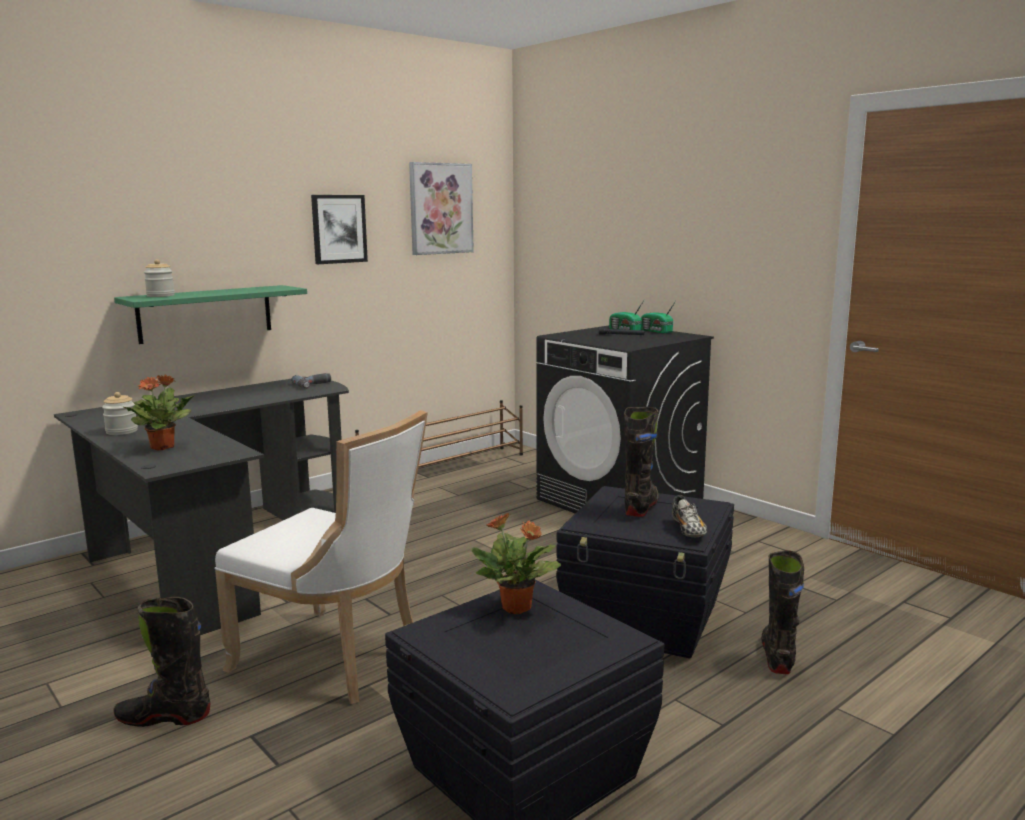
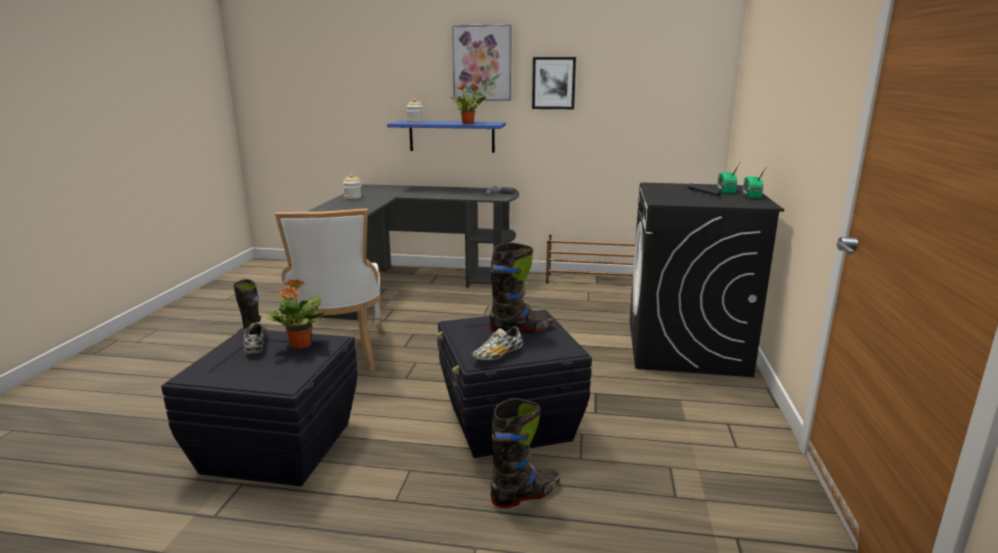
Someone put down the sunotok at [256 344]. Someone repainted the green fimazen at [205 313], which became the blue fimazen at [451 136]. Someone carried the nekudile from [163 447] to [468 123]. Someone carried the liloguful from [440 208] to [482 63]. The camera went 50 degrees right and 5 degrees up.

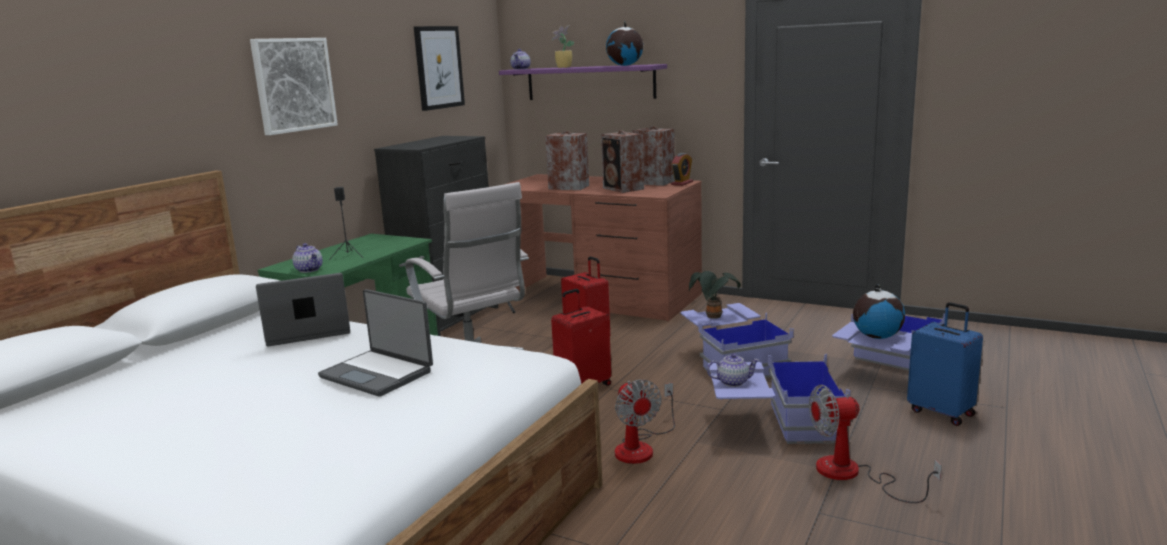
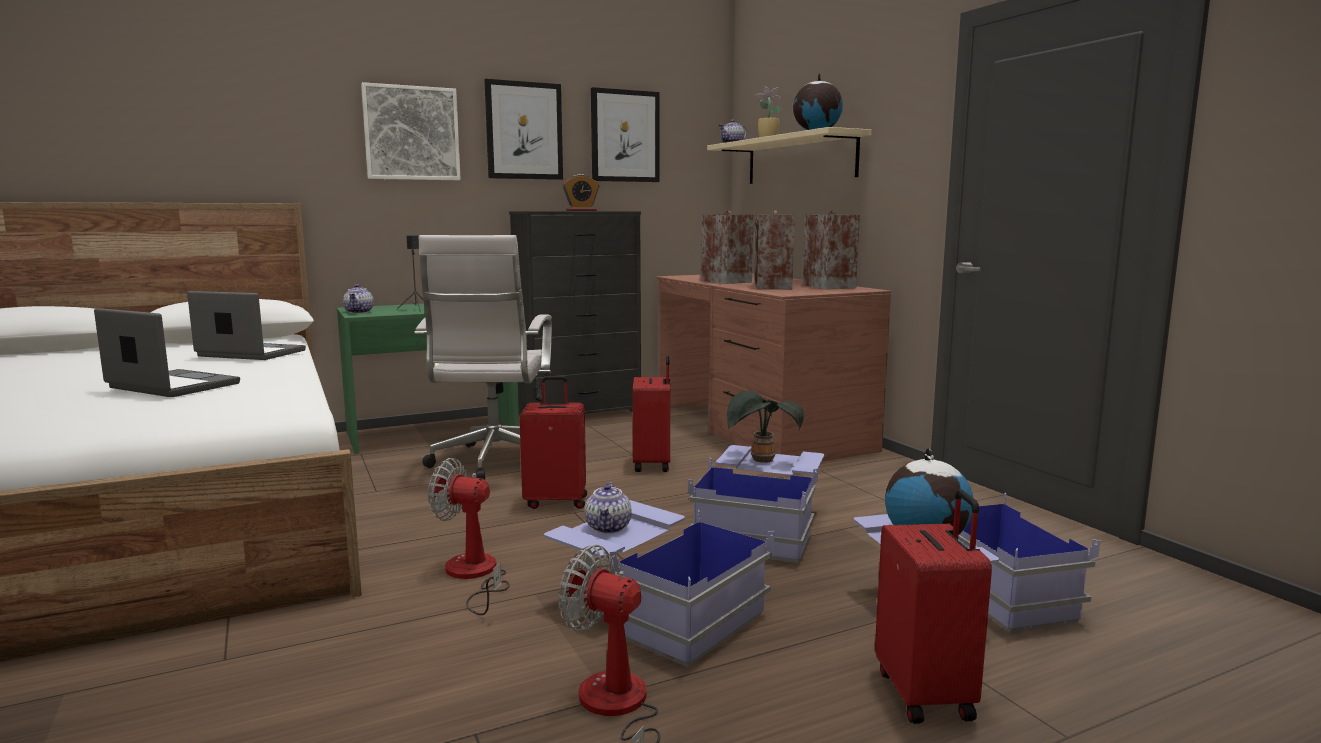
Someone rotated the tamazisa at [378 374] by 135 degrees clockwise. Someone rotated the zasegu at [640 447] by 90 degrees clockwise. Someone put up the liloguful at [524 131]. Someone carried the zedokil from [682 183] to [581 211]. Someone rotated the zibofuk at [733 382] by 60 degrees clockwise. Someone repainted the purple fimazen at [590 83], which became the beige fimazen at [799 160]. Someone repainted the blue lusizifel at [941 412], which became the red lusizifel at [927 694]. The camera went 35 degrees right and 5 degrees down.

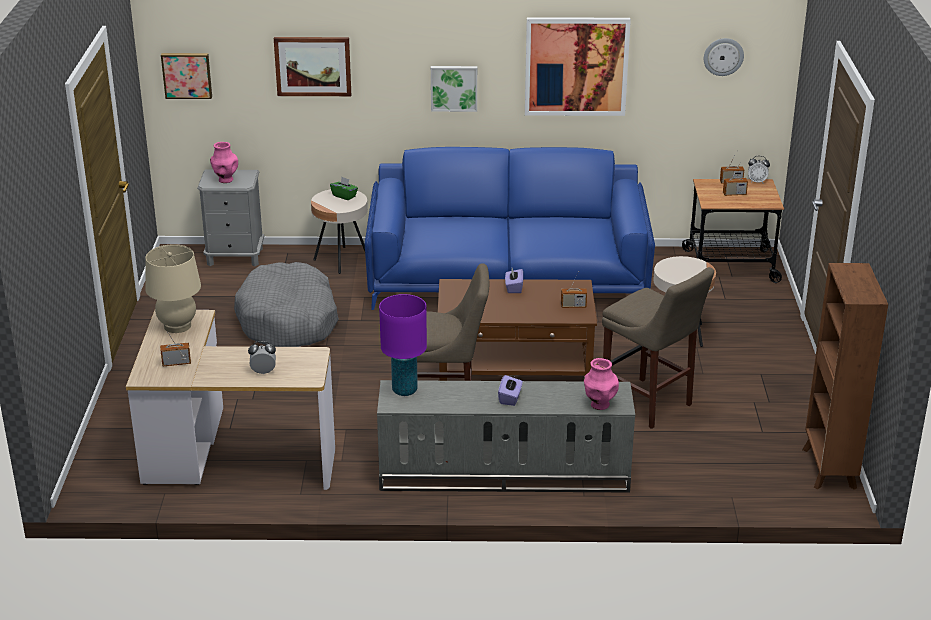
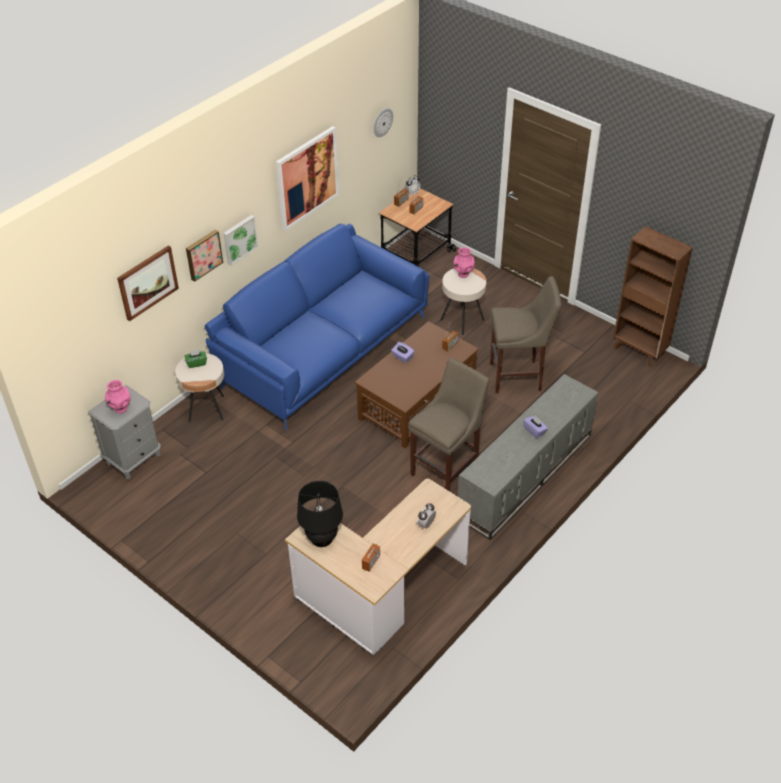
Someone carried the liloguful from [187 75] to [203 254]. Someone repainted the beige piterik at [177 326], which became the black piterik at [322 538]. Someone carried the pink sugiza from [599 405] to [463 274]. Someone took away the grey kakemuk at [288 321]. Someone took away the purple piterik at [404 390]. The camera went 50 degrees left and 15 degrees up.

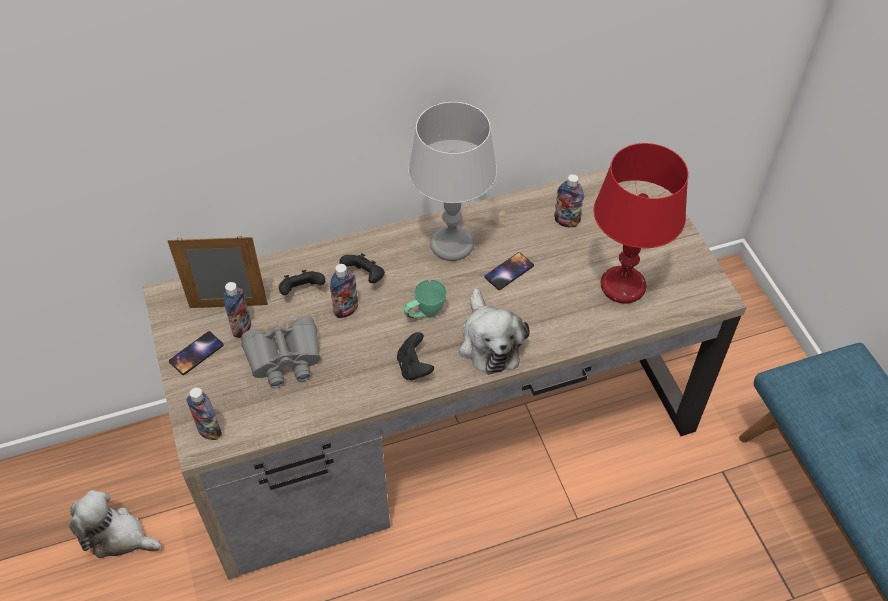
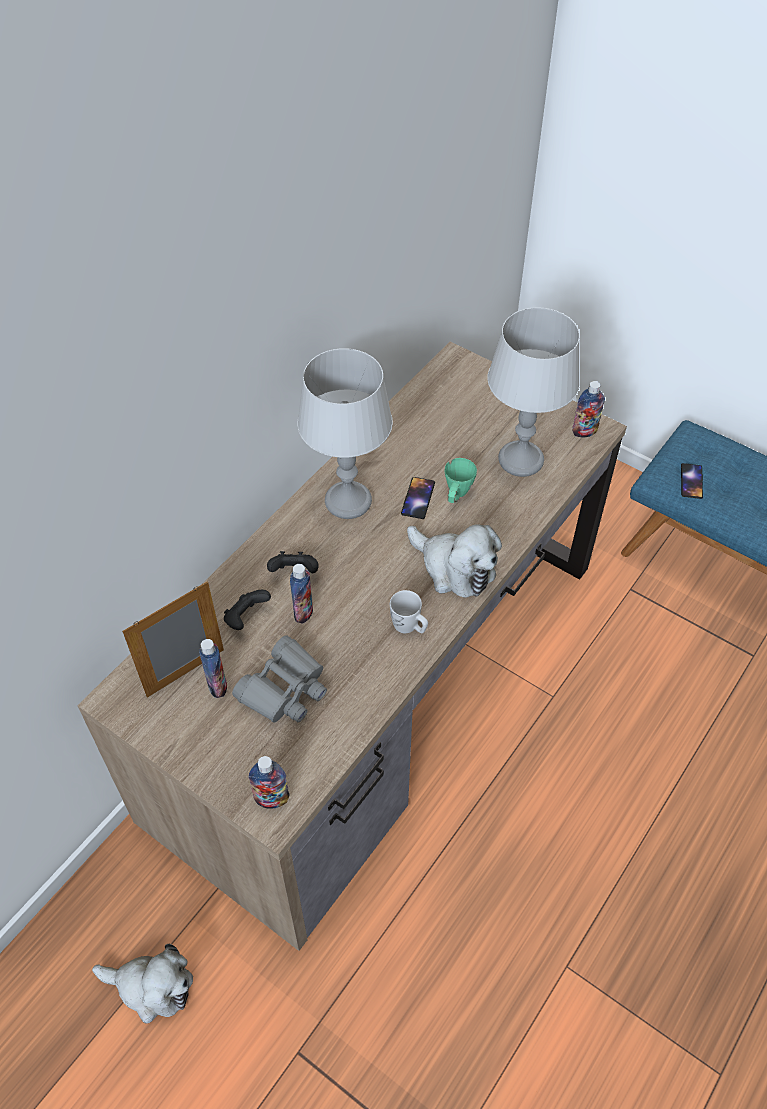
Someone rotated the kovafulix at [117 535] by 150 degrees counterclockwise. Someone swapped the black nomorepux at [414 367] for the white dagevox at [409 627]. Someone carried the green dagevox from [424 315] to [456 496]. Someone repainted the red piterik at [622 286], which became the grey piterik at [520 460]. Someone carried the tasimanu from [566 221] to [584 432]. Someone carried the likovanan from [196 353] to [691 481]. The camera went 35 degrees left and 0 degrees up.

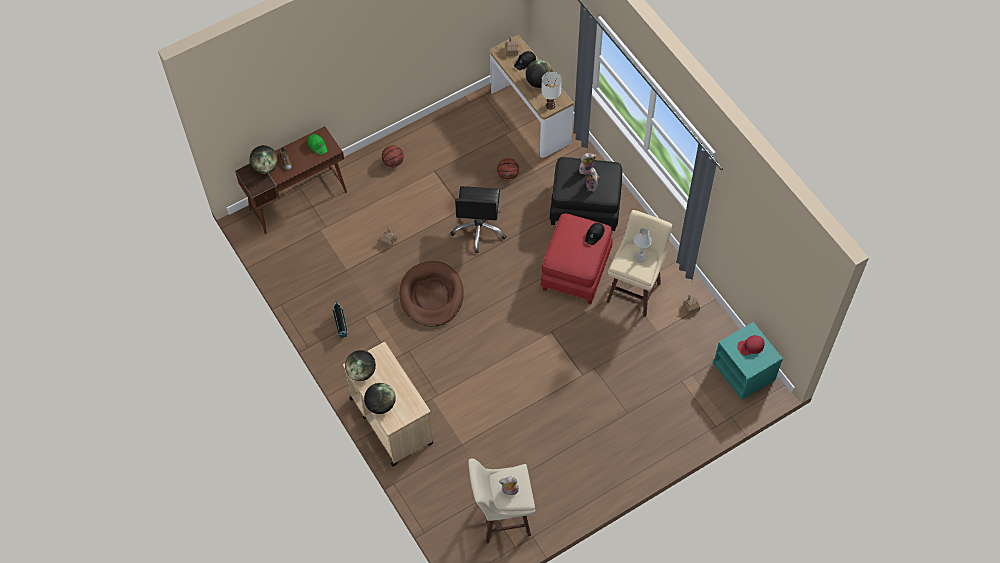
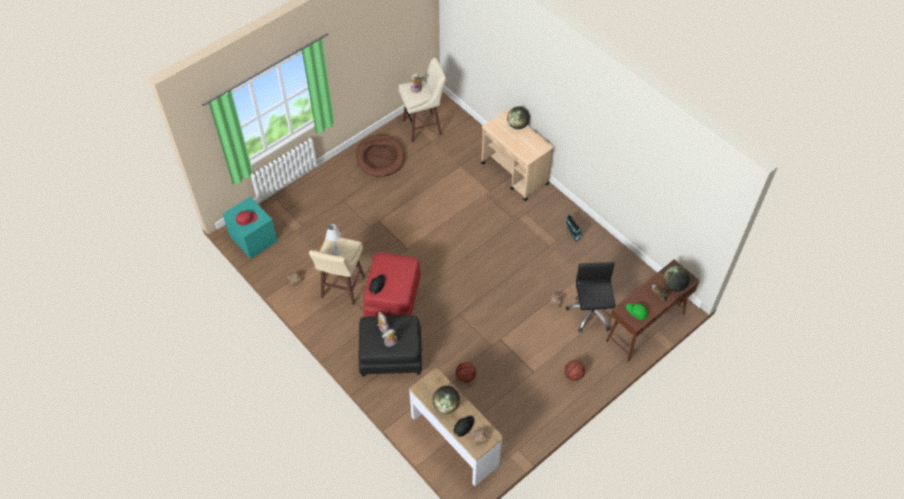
Someone carried the brown kakemuk from [431 296] to [380 157]. Someone carried the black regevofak from [479 229] to [590 313]. Someone took away the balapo at [361 372]. Someone took away the white piterik at [550 105]. The camera went 170 degrees right and 5 degrees down.

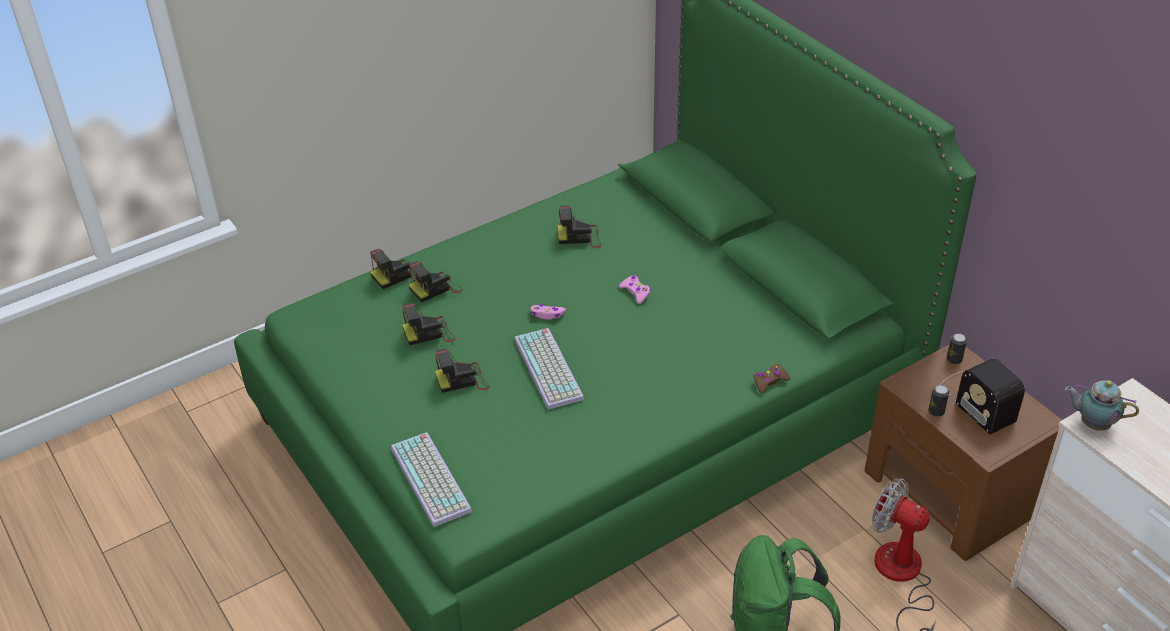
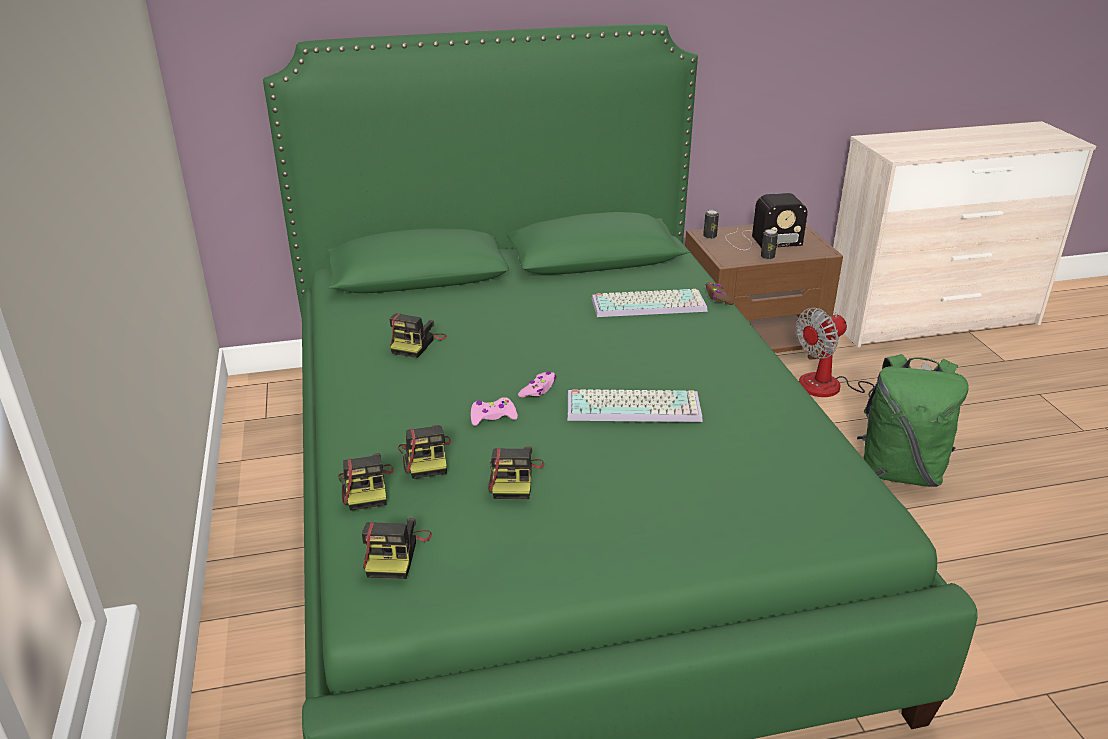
Someone carried the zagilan from [462 380] to [395 553]. Someone carried the pink nomorepux from [635 292] to [492 416]. Someone carried the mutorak from [433 479] to [649 304]. Someone took away the zibofuk at [1092 423]. The camera went 70 degrees left and 10 degrees down.

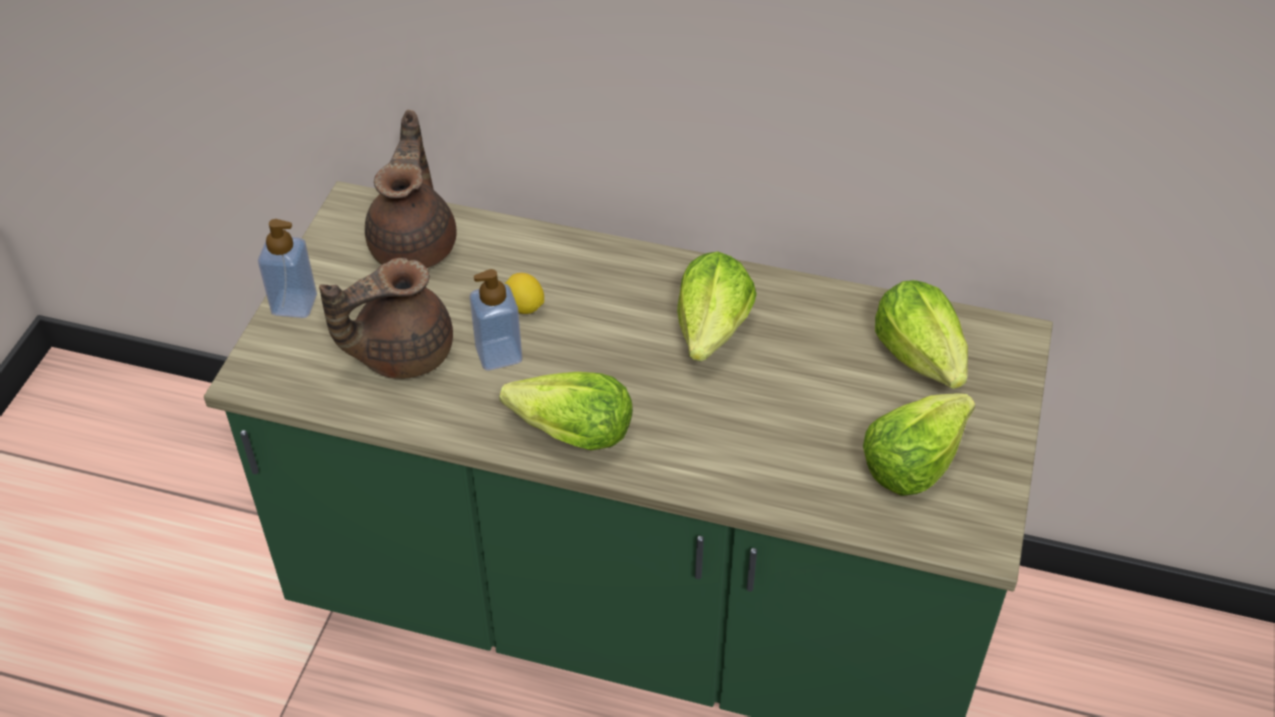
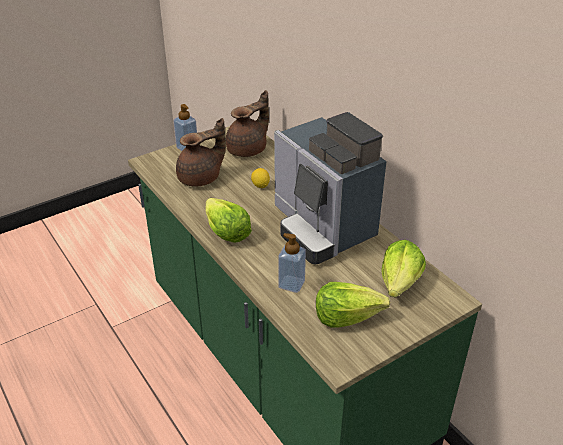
Someone rotated the brown zibofuk at [400 352] by 135 degrees clockwise. Someone swapped the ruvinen at [712 329] for the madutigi at [322 227]. Someone carried the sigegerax from [499 354] to [291 284]. The camera went 40 degrees right and 10 degrees down.

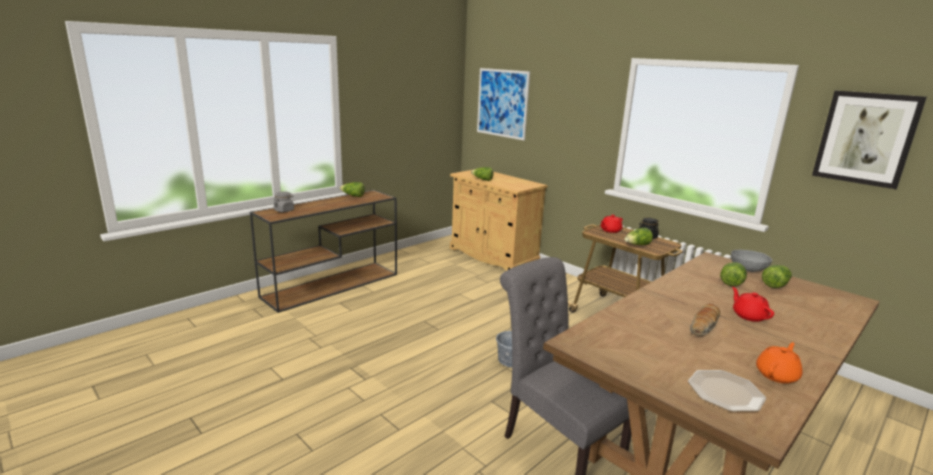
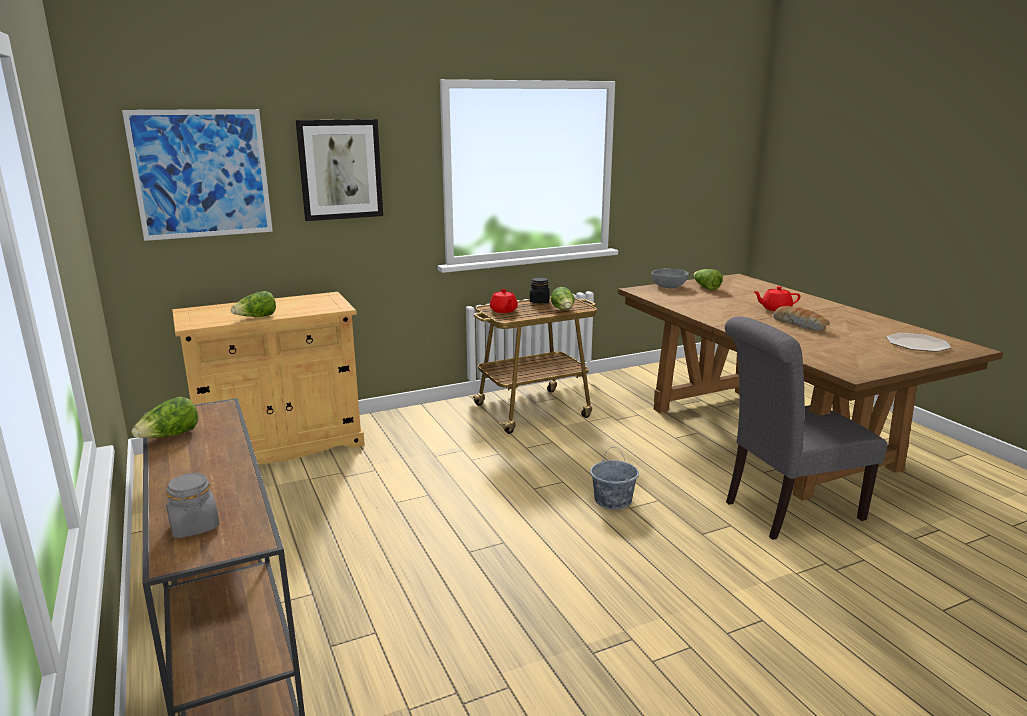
Someone carried the liloguful from [865 138] to [340 169]. Someone took away the ruvinen at [731 282]. Someone took away the orange zibofuk at [777 375]. The camera went 70 degrees left and 0 degrees up.

